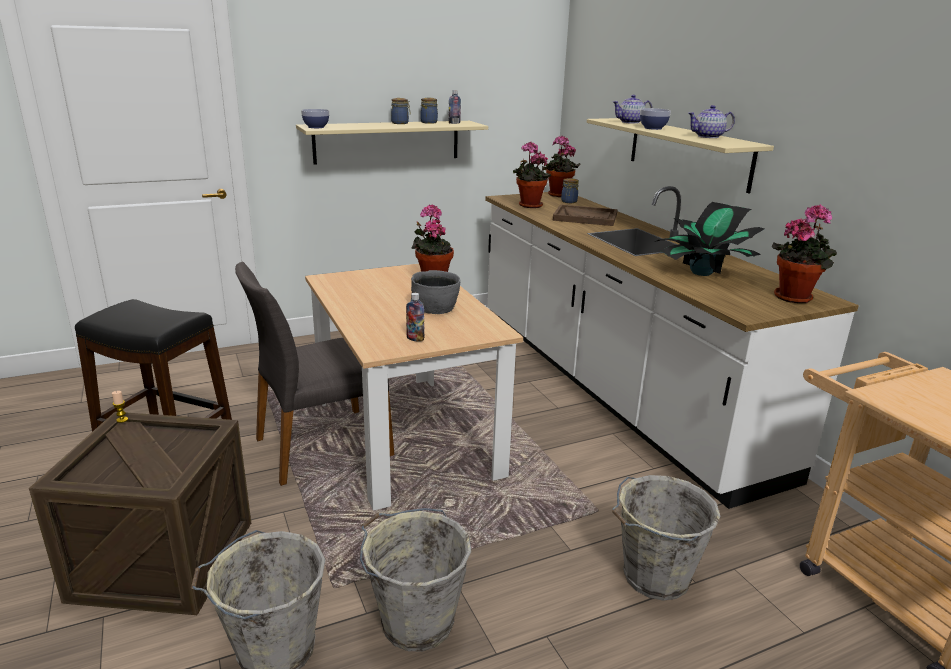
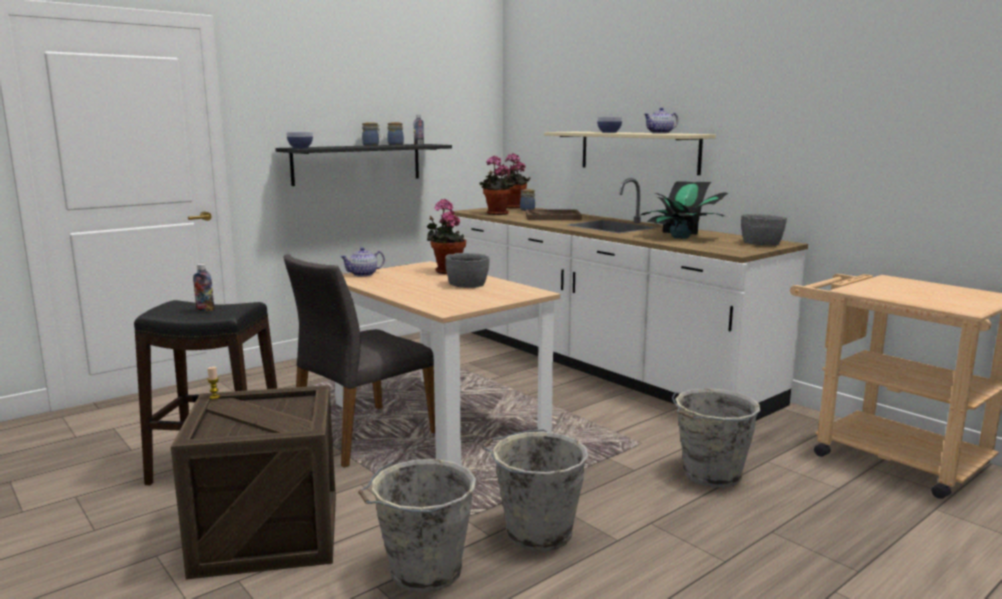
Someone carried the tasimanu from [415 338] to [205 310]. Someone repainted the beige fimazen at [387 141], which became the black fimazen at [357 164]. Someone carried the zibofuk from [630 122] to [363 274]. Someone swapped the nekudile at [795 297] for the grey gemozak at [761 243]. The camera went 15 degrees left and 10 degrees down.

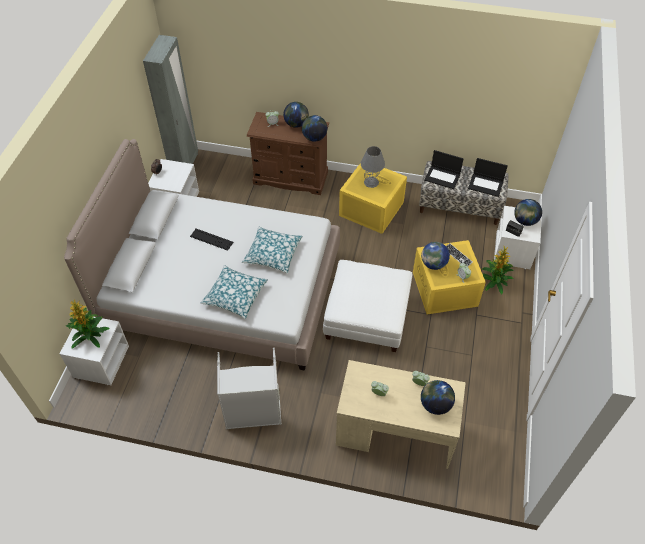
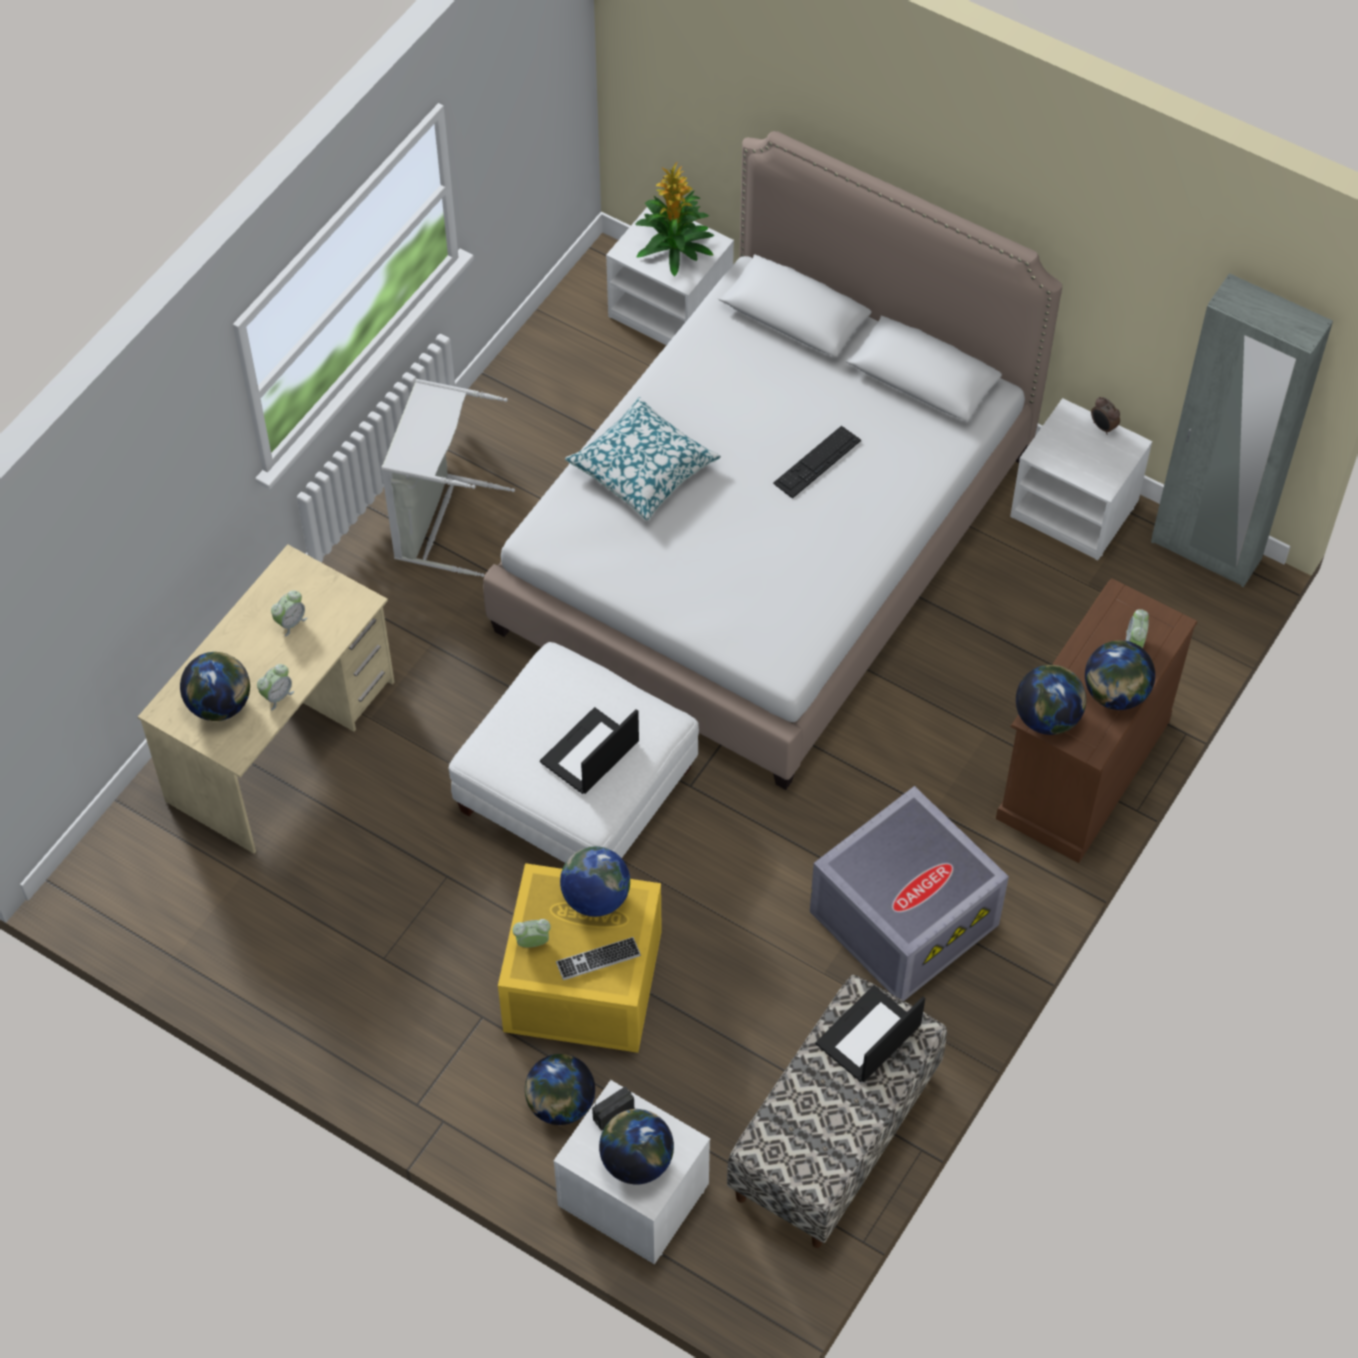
Someone swapped the nekudile at [494 280] for the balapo at [560 1104]. Someone carried the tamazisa from [486 185] to [590 753]. Someone repainted the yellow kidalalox at [370 209], which became the grey kidalalox at [904 915]. Someone took away the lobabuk at [273 254]. Someone took away the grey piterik at [371 182]. The camera went 110 degrees right and 5 degrees up.

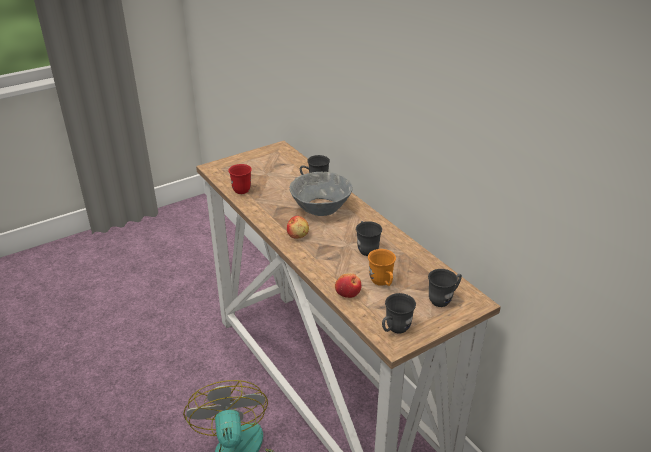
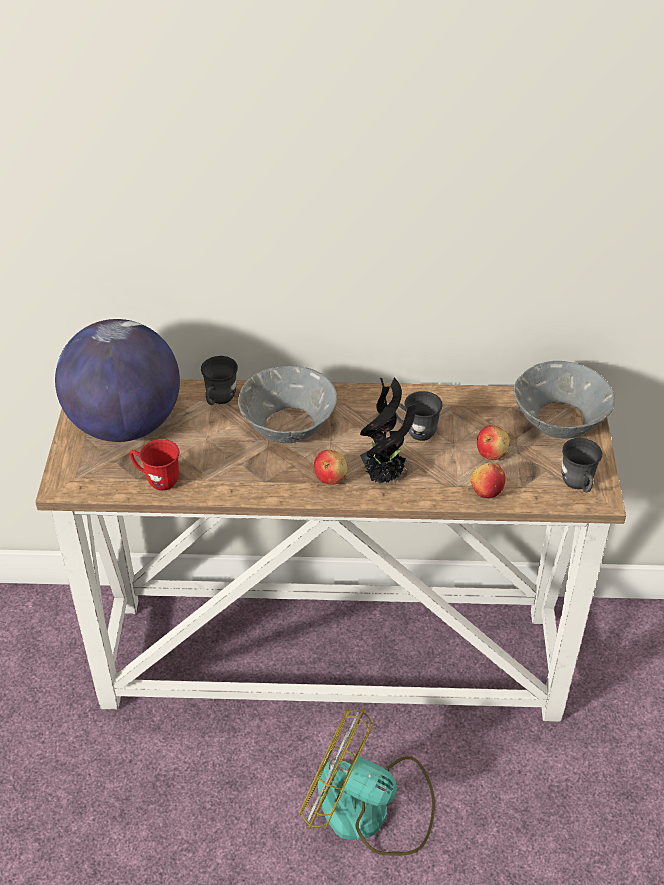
Someone put down the balapo at [125 424]. Someone put down the nekudile at [385 476]. Someone swapped the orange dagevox at [382 283] for the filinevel at [492 452]. Someone swapped the grey dagevox at [443 299] for the grey gemozak at [558 421]. The camera went 55 degrees left and 10 degrees up.

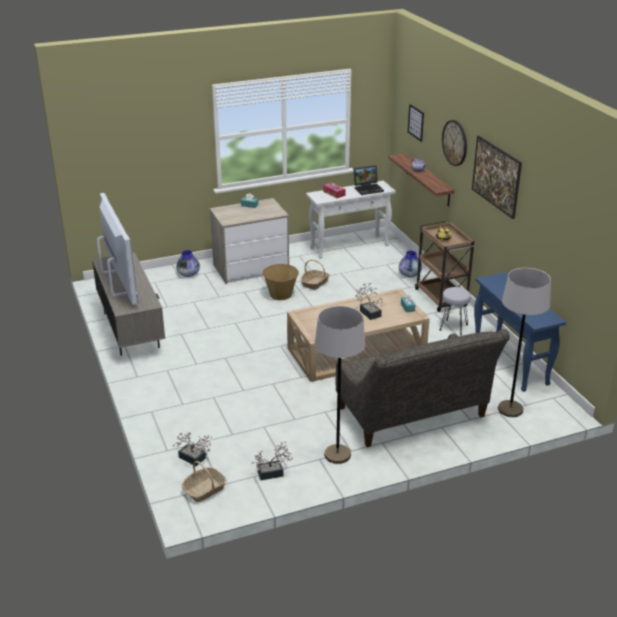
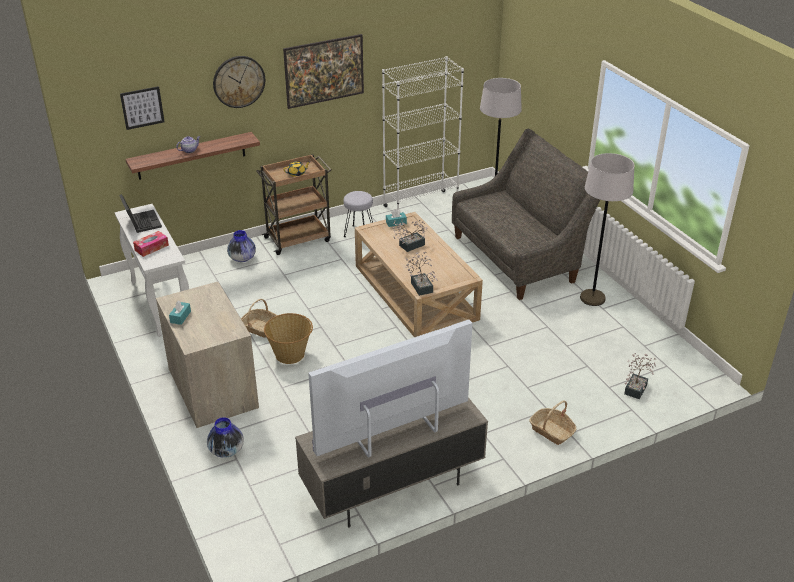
Someone swapped the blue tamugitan at [510 363] for the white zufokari at [420 206]. Someone carried the nekudile from [273 473] to [421 285]. Someone carried the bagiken from [204 490] to [552 431]. The camera went 95 degrees left and 5 degrees up.

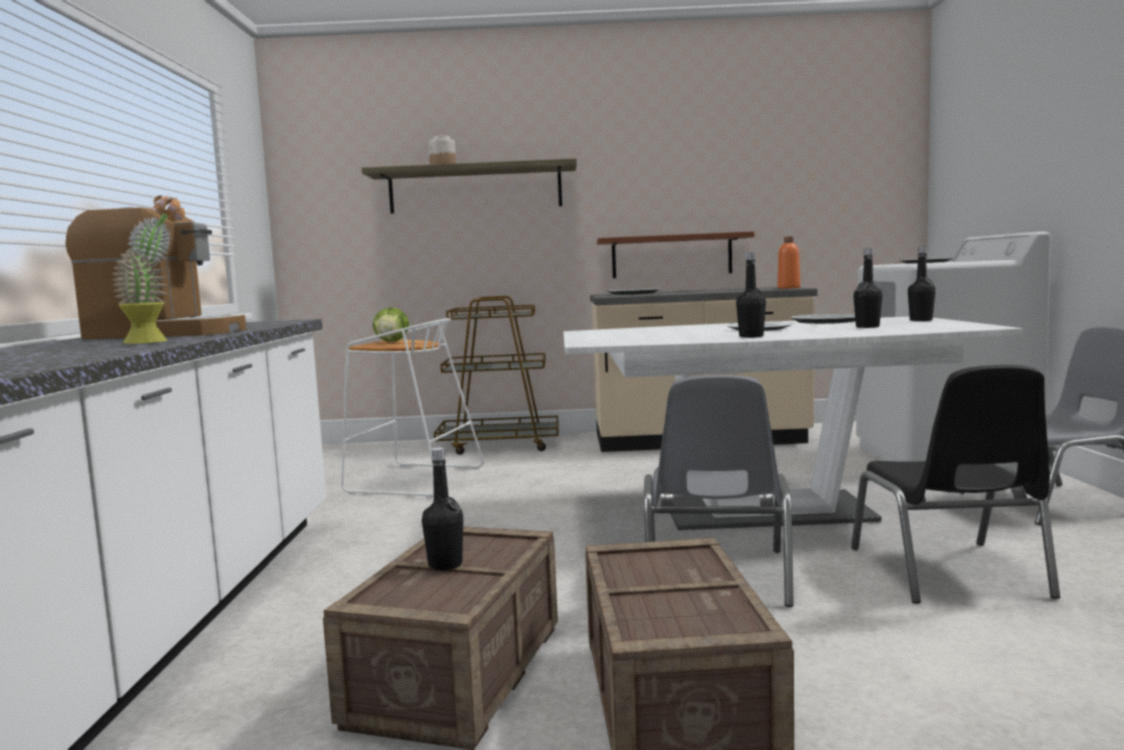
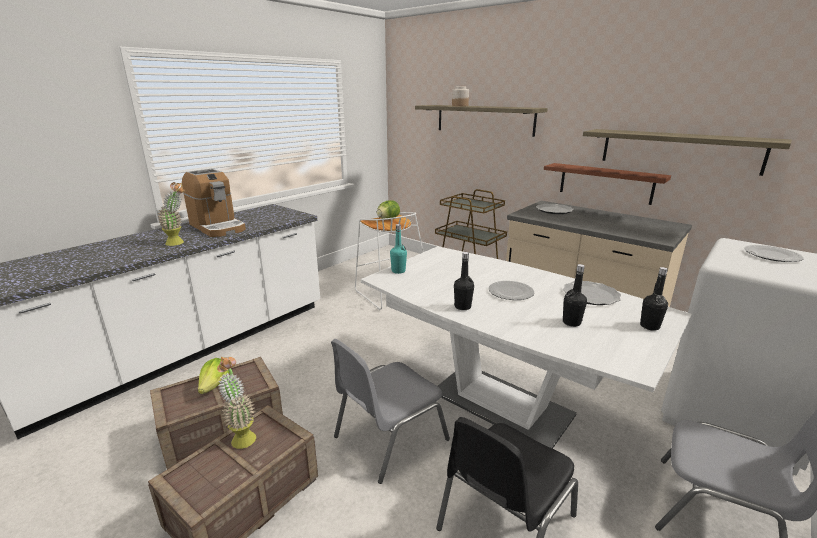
Someone swapped the black tasimanu at [445 565] for the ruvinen at [215 386]. Someone put down the nekudile at [241 436]. Someone put down the turquoise tasimanu at [398 271]. Someone put up the fimazen at [678 150]. Someone took away the orange tasimanu at [788 288]. The camera went 40 degrees right and 15 degrees up.

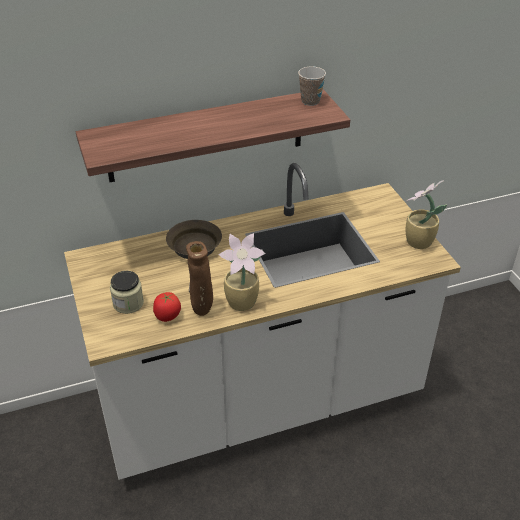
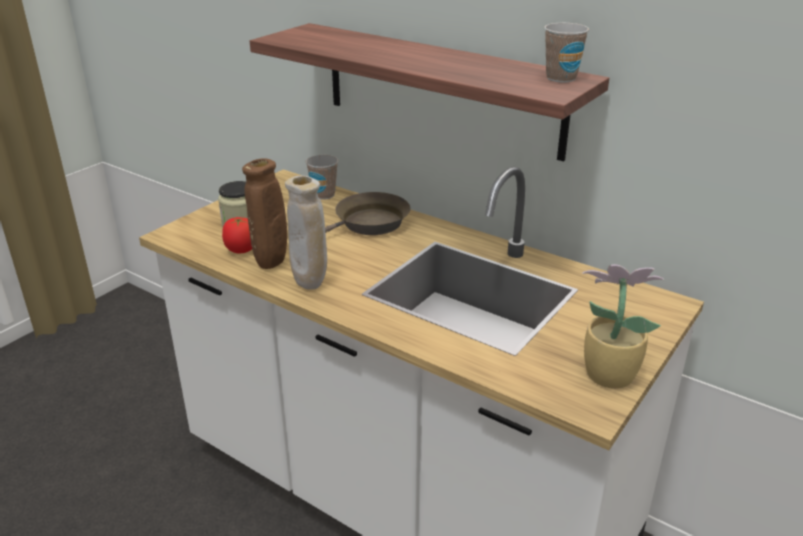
Someone swapped the nekudile at [243 303] for the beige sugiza at [310 284]. Someone put down the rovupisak at [323 195]. The camera went 55 degrees right and 10 degrees down.

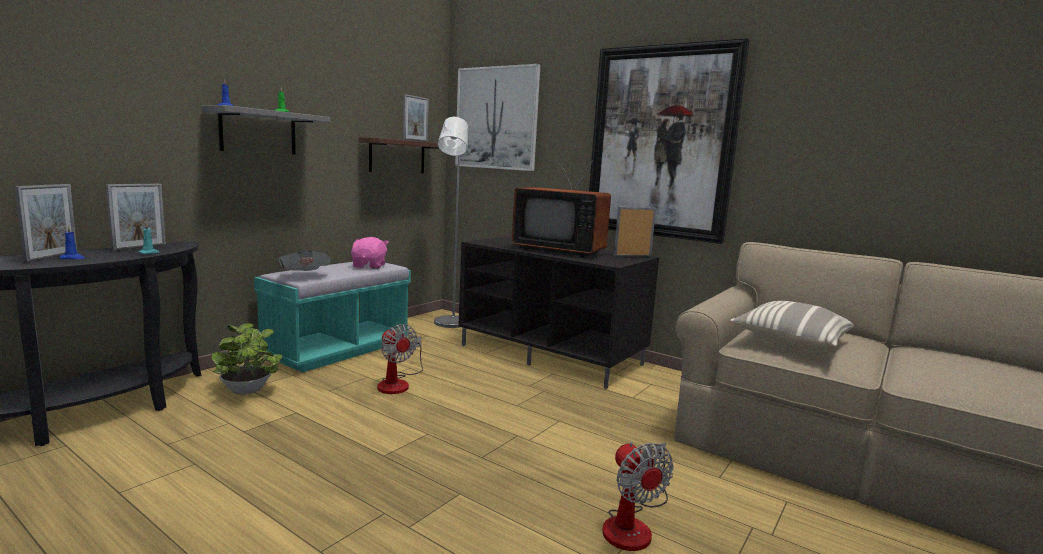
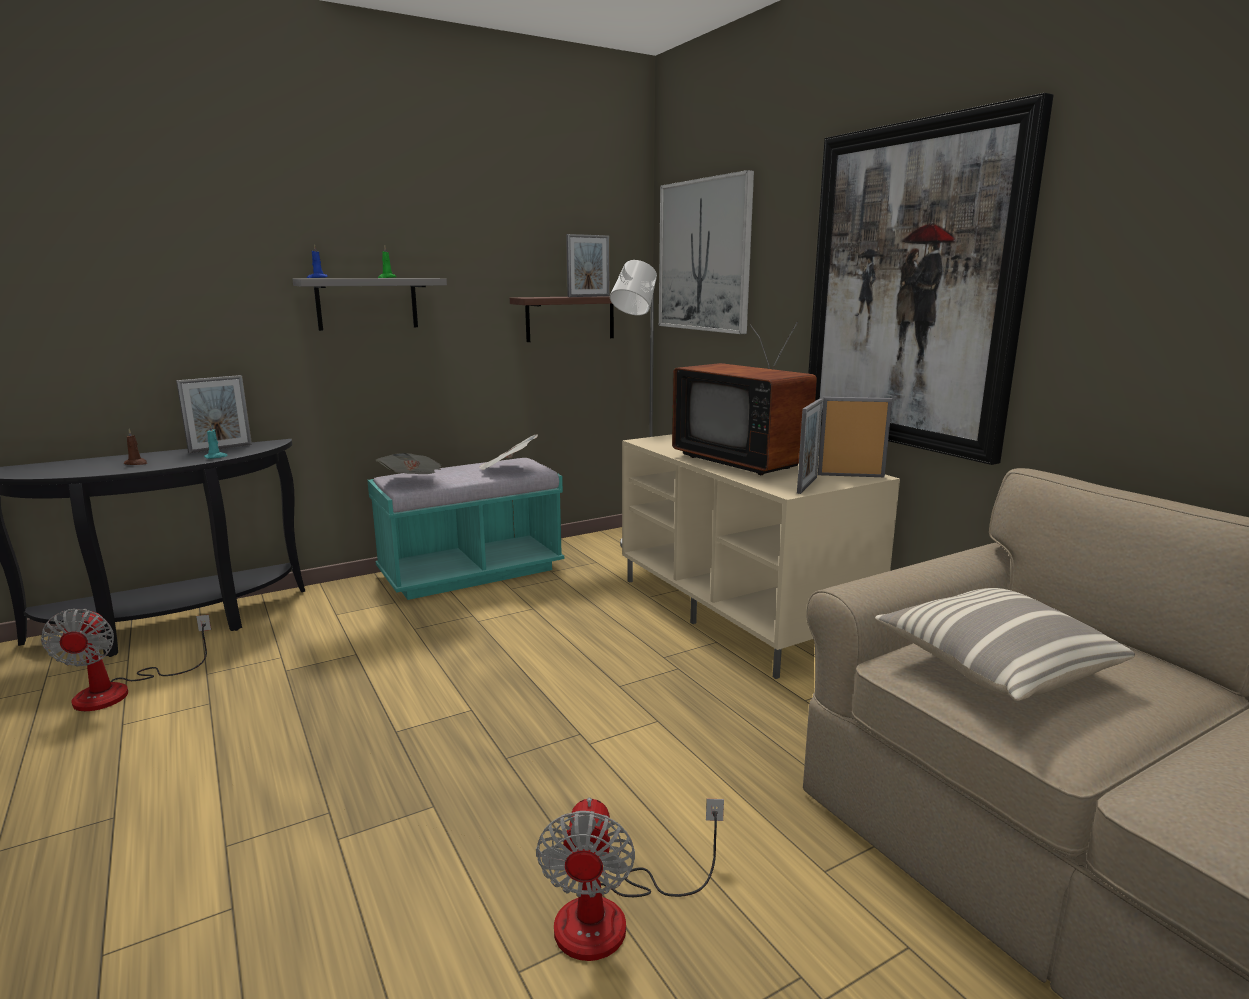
Someone carried the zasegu from [398 383] to [121 690]. Someone repainted the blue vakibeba at [73 258], which became the brown vakibeba at [136 463]. Someone swapped the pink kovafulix at [369 266] for the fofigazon at [507 469]. Someone repainted the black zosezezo at [552 354], which became the beige zosezezo at [742 610]. Someone carried the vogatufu from [52 257] to [807 485]. Someone took away the nekudile at [247 392]. The camera went 25 degrees right and 5 degrees up.

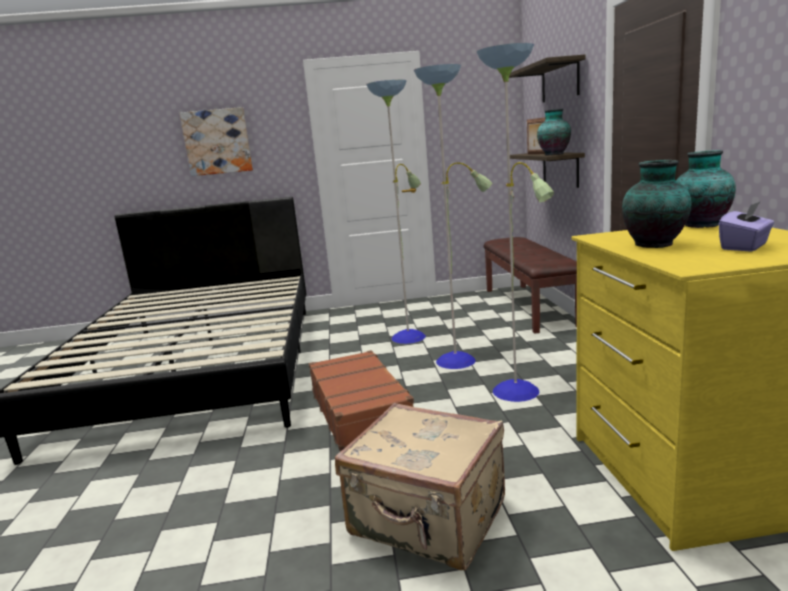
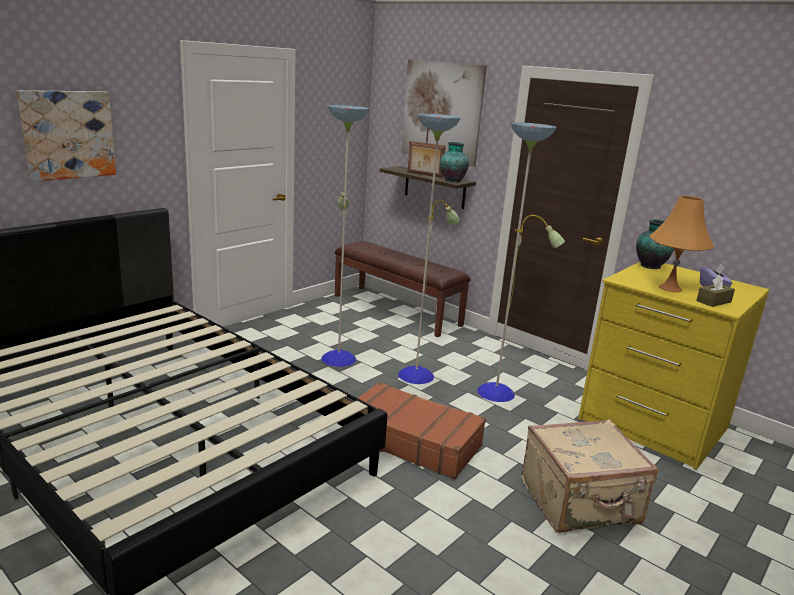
Someone swapped the fimazen at [560 81] for the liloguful at [442 112]. Someone swapped the sugiza at [655 245] for the orange piterik at [670 288]. Someone put down the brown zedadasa at [713 301]. The camera went 45 degrees left and 5 degrees up.

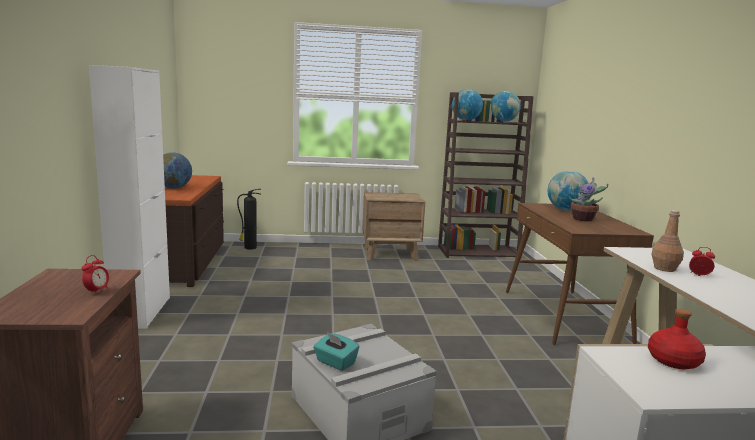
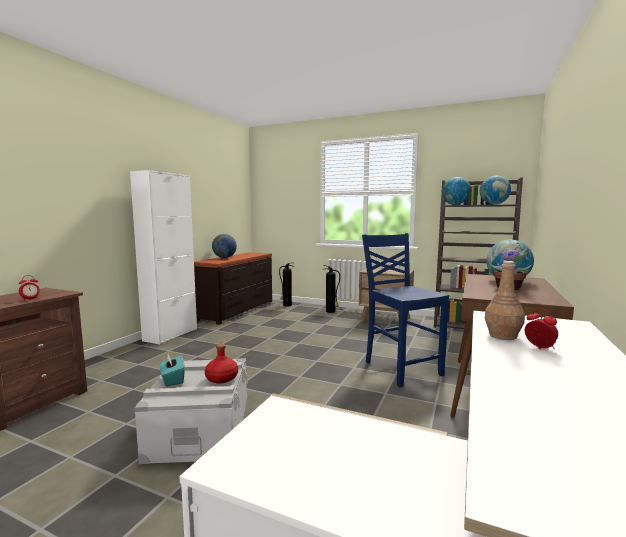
Someone carried the red tasimanu from [673 361] to [221 378]. Someone put down the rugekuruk at [331 311]. Someone put down the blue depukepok at [401 368]. The camera went 30 degrees right and 5 degrees down.

